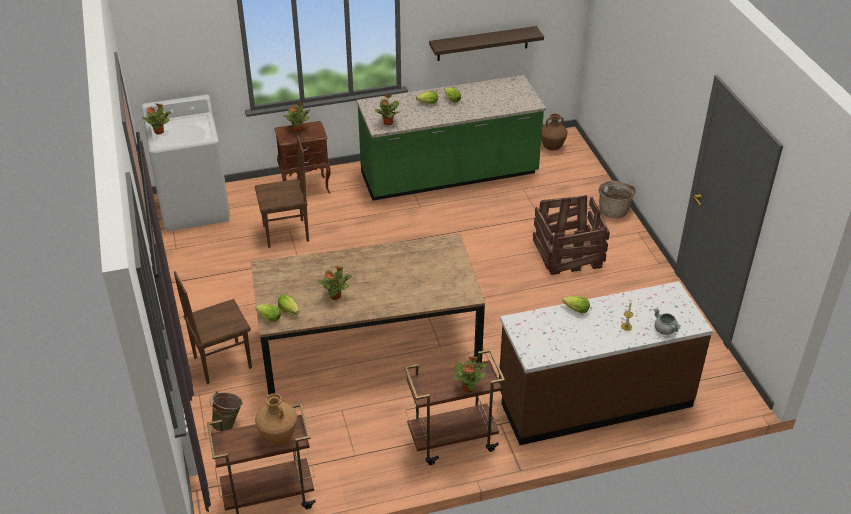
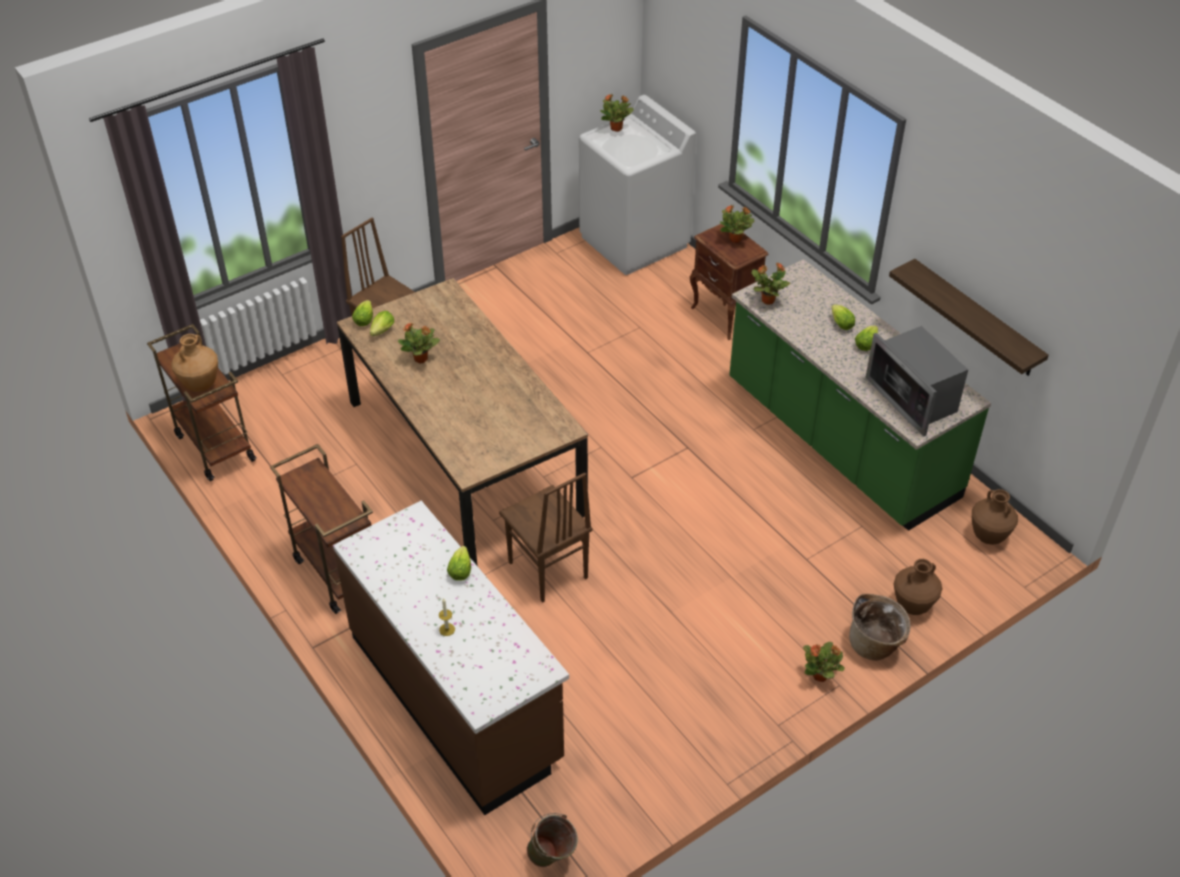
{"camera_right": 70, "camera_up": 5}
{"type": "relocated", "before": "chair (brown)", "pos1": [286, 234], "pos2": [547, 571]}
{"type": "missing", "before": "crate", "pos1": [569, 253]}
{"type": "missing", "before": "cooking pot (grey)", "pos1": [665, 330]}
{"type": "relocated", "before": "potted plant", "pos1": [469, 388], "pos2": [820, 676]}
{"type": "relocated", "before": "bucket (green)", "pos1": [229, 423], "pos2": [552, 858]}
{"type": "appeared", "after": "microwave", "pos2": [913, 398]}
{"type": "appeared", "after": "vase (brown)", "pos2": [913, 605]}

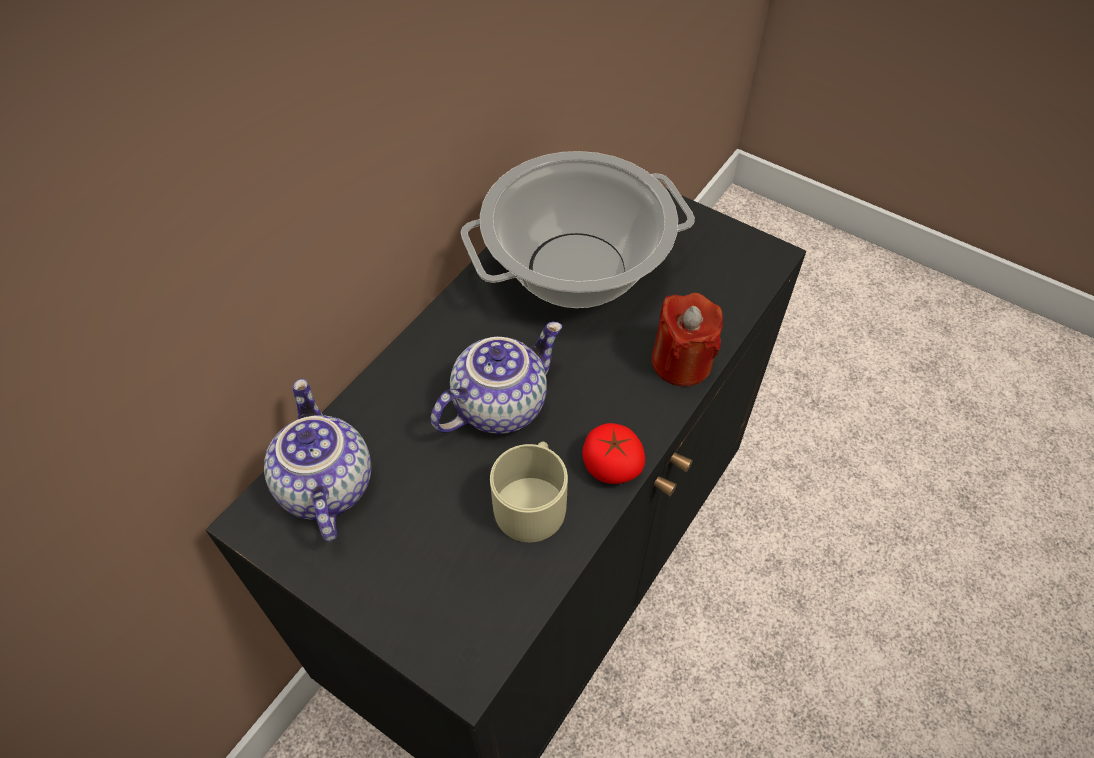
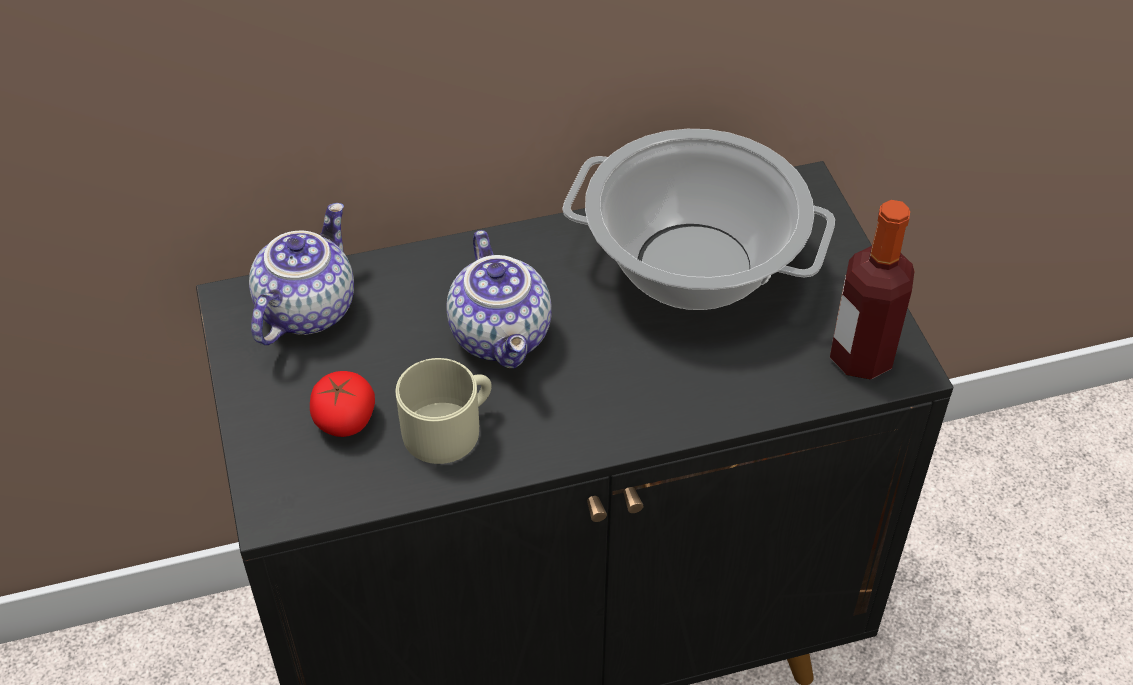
{"camera_right": 40, "camera_up": -5}
{"type": "missing", "before": "candle (red)", "pos1": [681, 362]}
{"type": "spun", "before": "teapot", "pos1": [499, 404], "pos2": [503, 336], "turn": 75}
{"type": "relocated", "before": "tomato", "pos1": [611, 465], "pos2": [344, 419]}
{"type": "appeared", "after": "bottle", "pos2": [861, 357]}

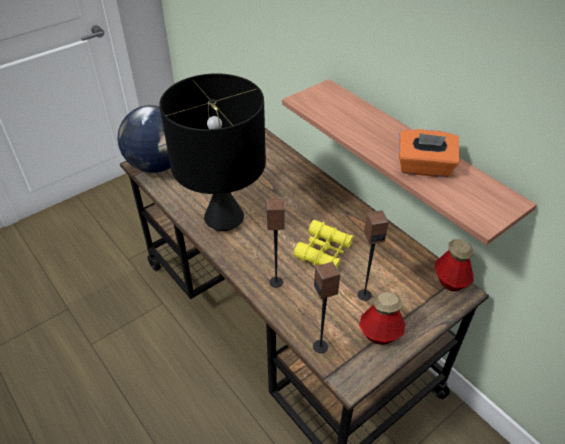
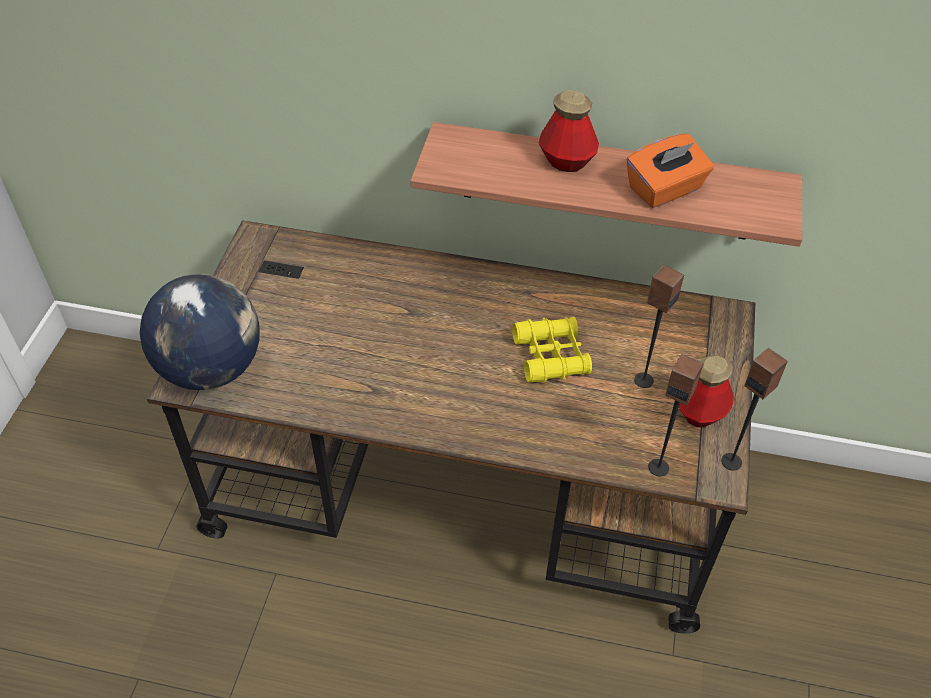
{"camera_right": -40, "camera_up": 5}
{"type": "missing", "before": "table lamp (black)", "pos1": [224, 220]}
{"type": "relocated", "before": "speaker", "pos1": [276, 282], "pos2": [731, 461]}
{"type": "relocated", "before": "bottle", "pos1": [450, 281], "pos2": [566, 161]}

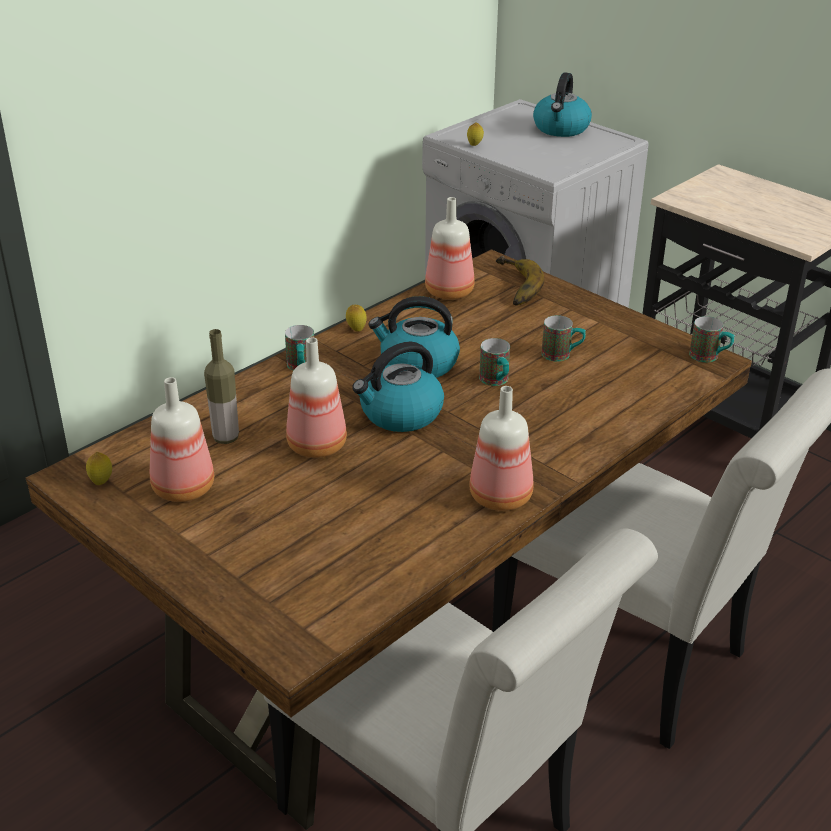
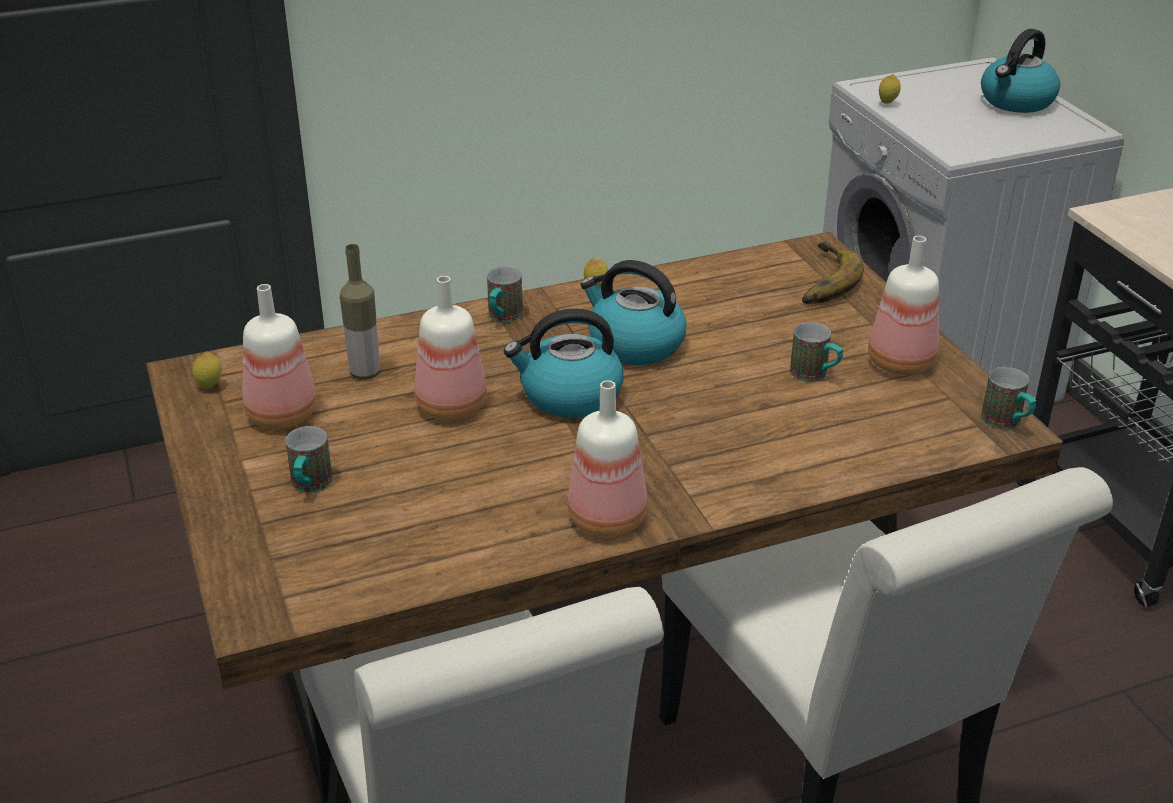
{"camera_right": 25, "camera_up": 0}
{"type": "relocated", "before": "bottle", "pos1": [450, 292], "pos2": [902, 364]}
{"type": "relocated", "before": "mug", "pos1": [496, 381], "pos2": [309, 486]}

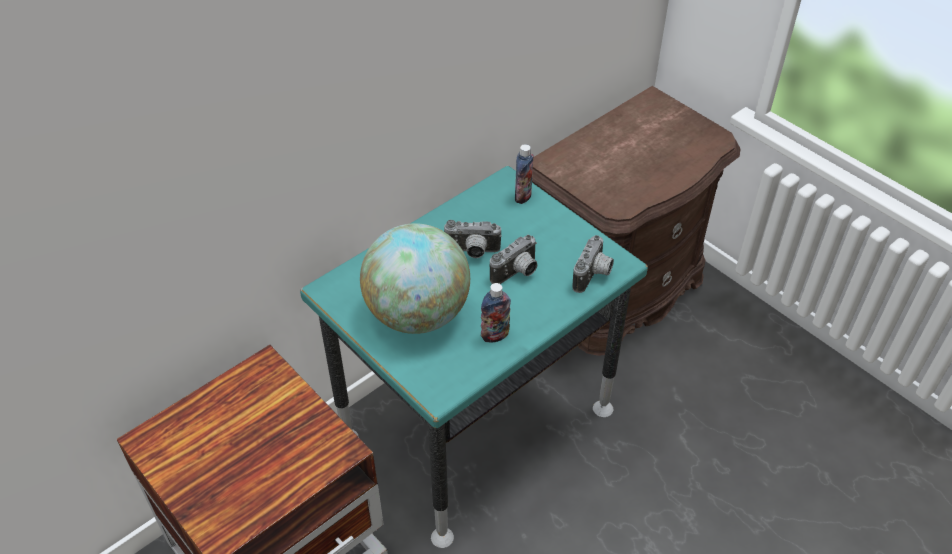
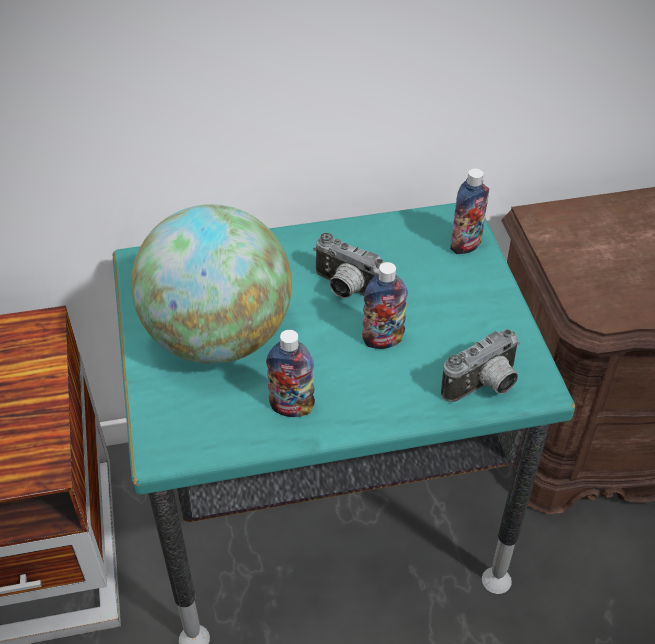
{"camera_right": 30, "camera_up": 0}
{"type": "exchanged", "before": "photo camera", "after": "bottle", "pos1": [517, 273], "pos2": [382, 340]}

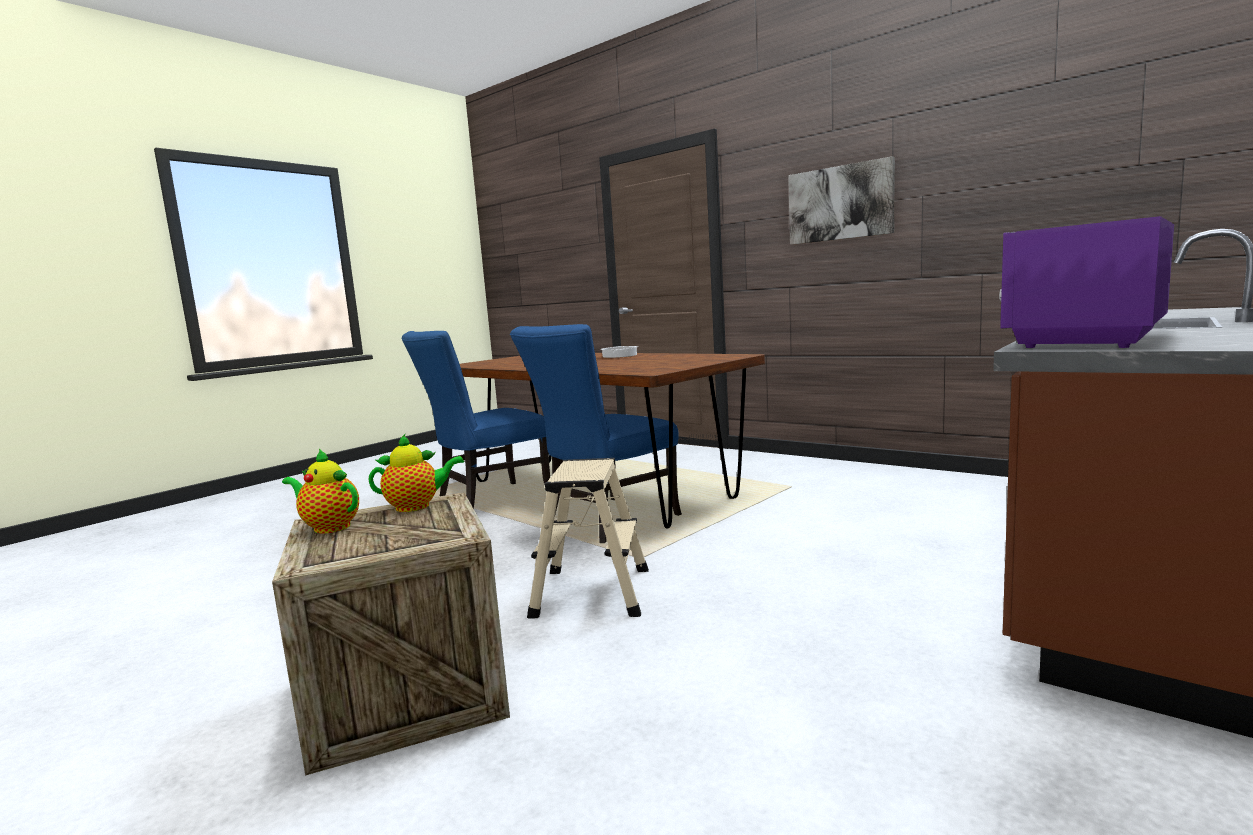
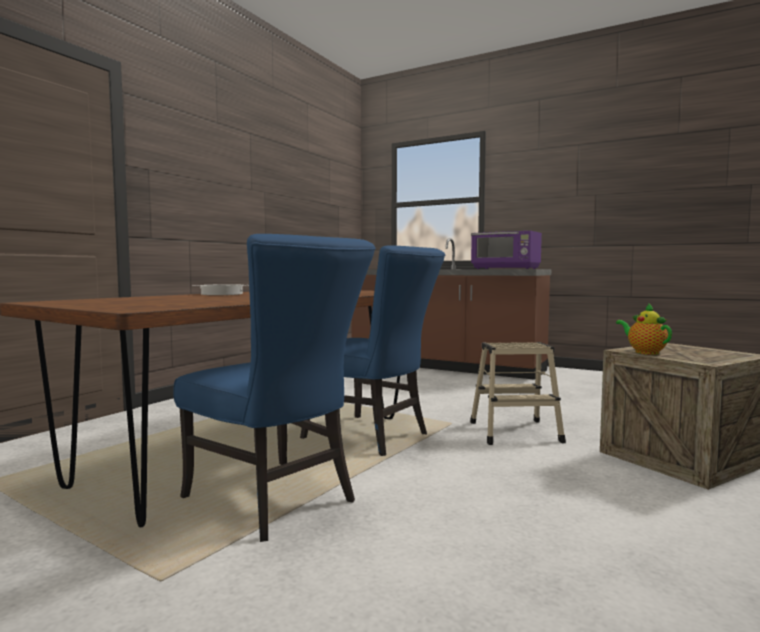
{"camera_right": -100, "camera_up": -5}
{"type": "missing", "before": "picture", "pos1": [840, 203]}
{"type": "missing", "before": "teapot", "pos1": [329, 527]}

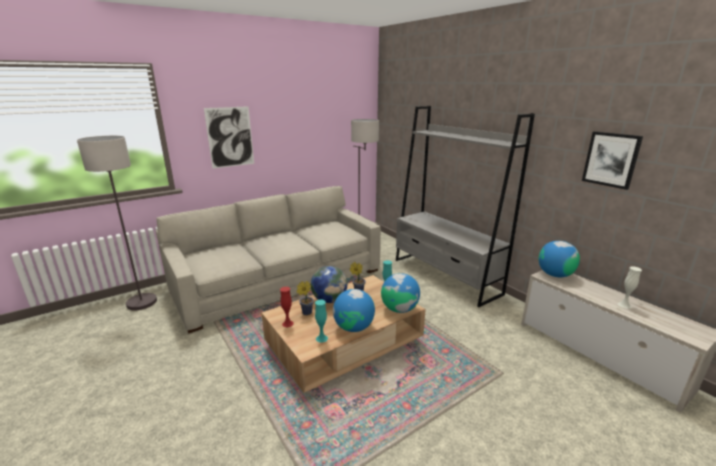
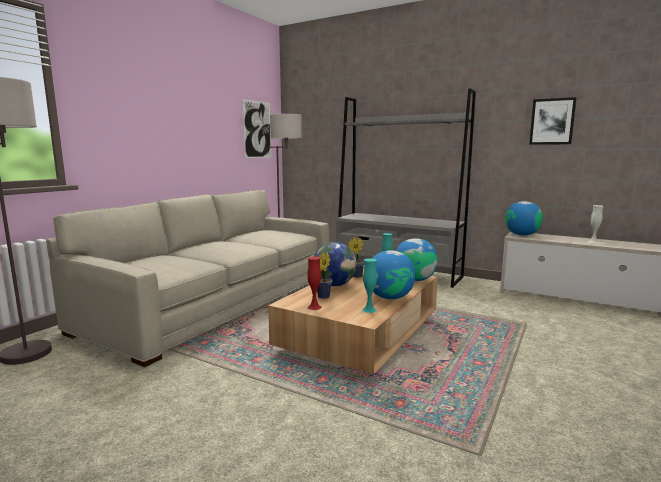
{"camera_right": -25, "camera_up": -10}
{"type": "relocated", "before": "picture", "pos1": [230, 137], "pos2": [257, 129]}

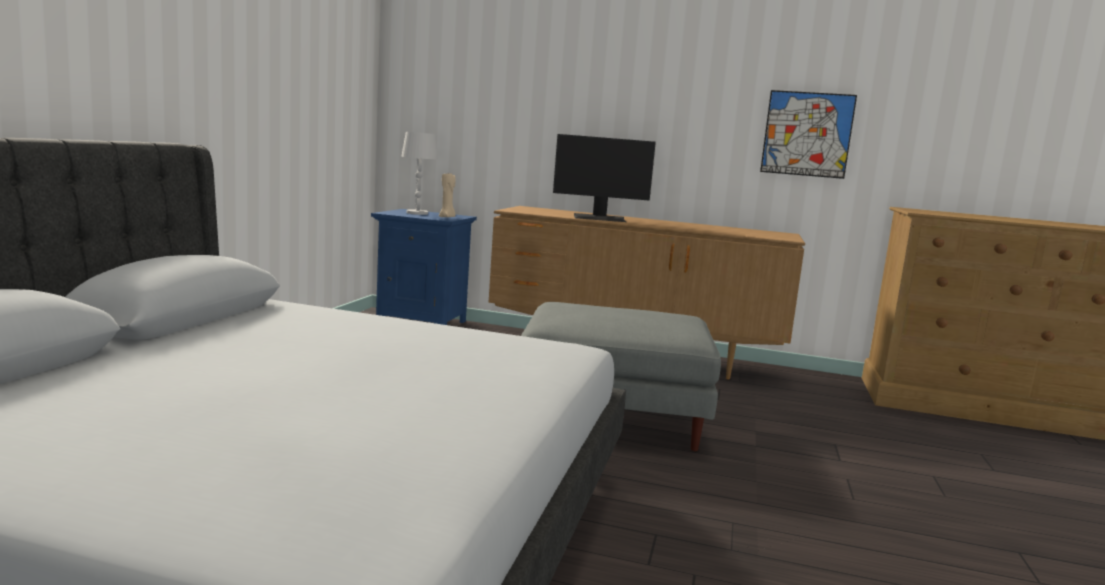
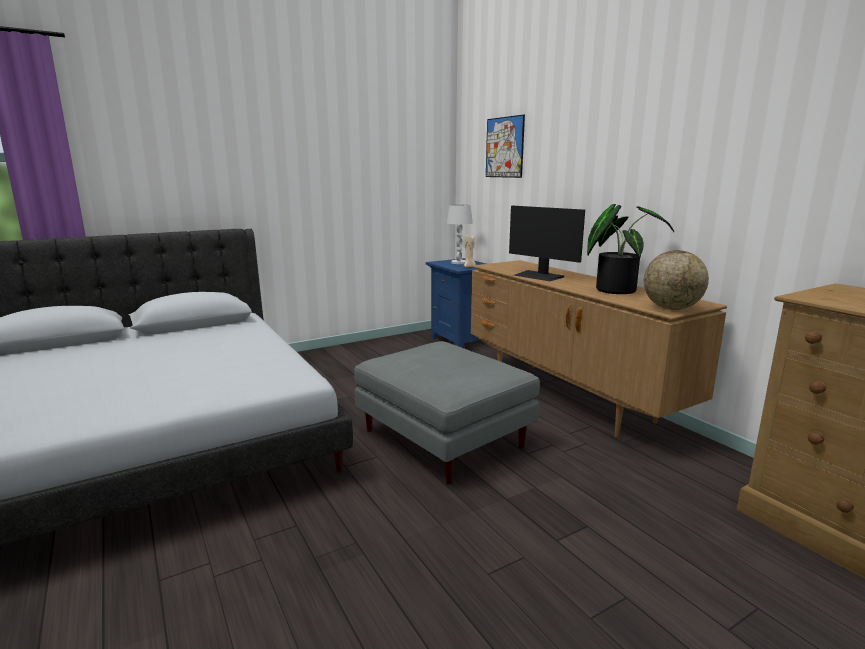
{"camera_right": 45, "camera_up": 5}
{"type": "relocated", "before": "picture", "pos1": [807, 134], "pos2": [504, 147]}
{"type": "appeared", "after": "potted plant", "pos2": [616, 289]}
{"type": "appeared", "after": "globe", "pos2": [671, 308]}

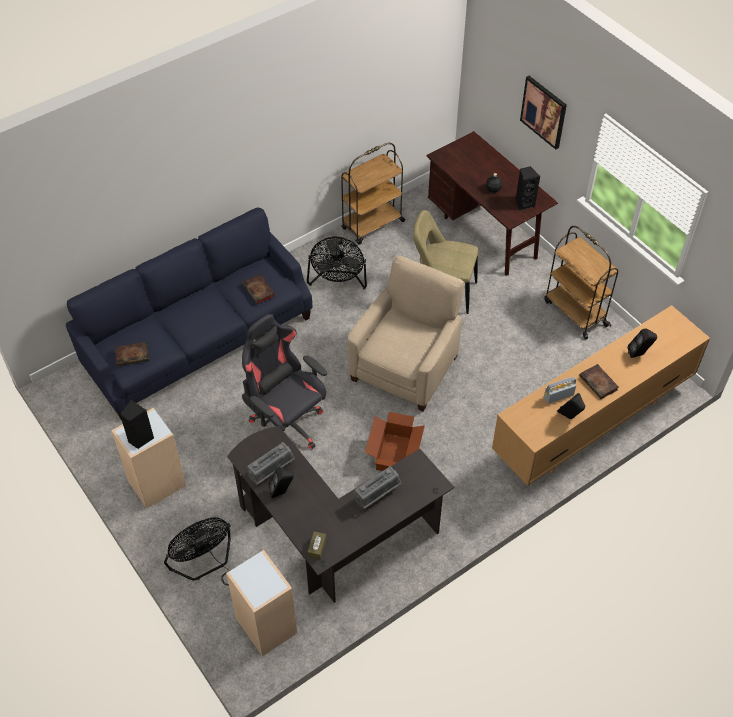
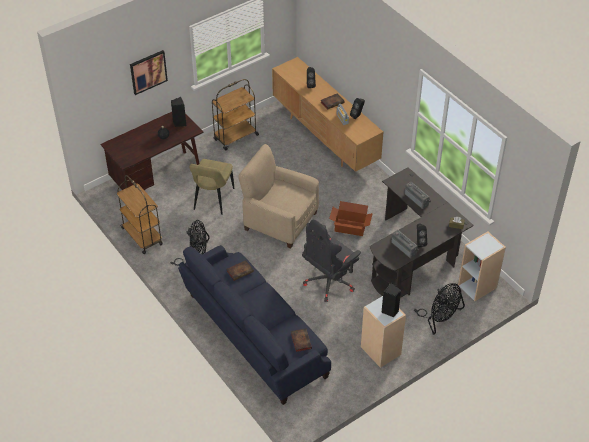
{"camera_right": -90, "camera_up": -5}
{"type": "spun", "before": "fan (black)", "pos1": [208, 563], "pos2": [439, 317], "turn": -105}

